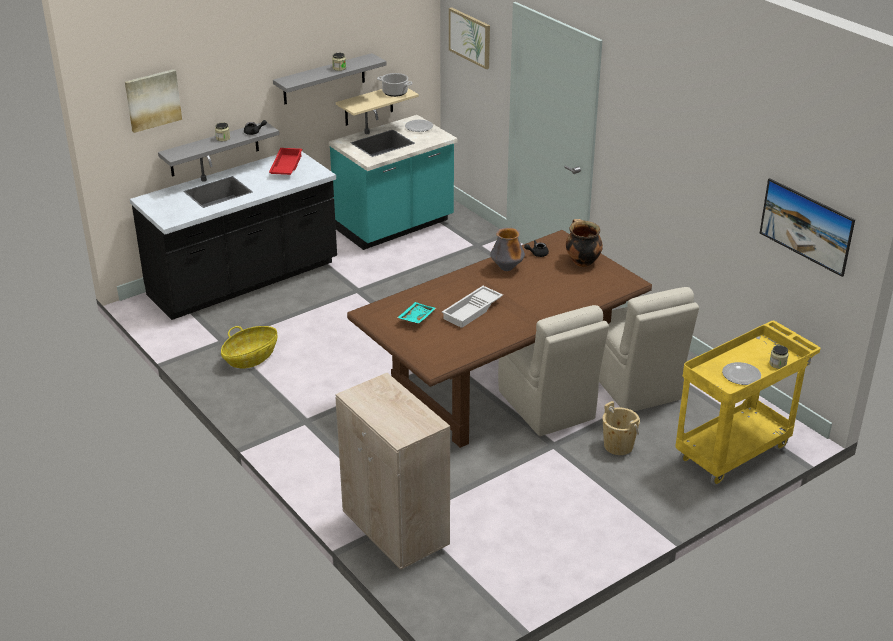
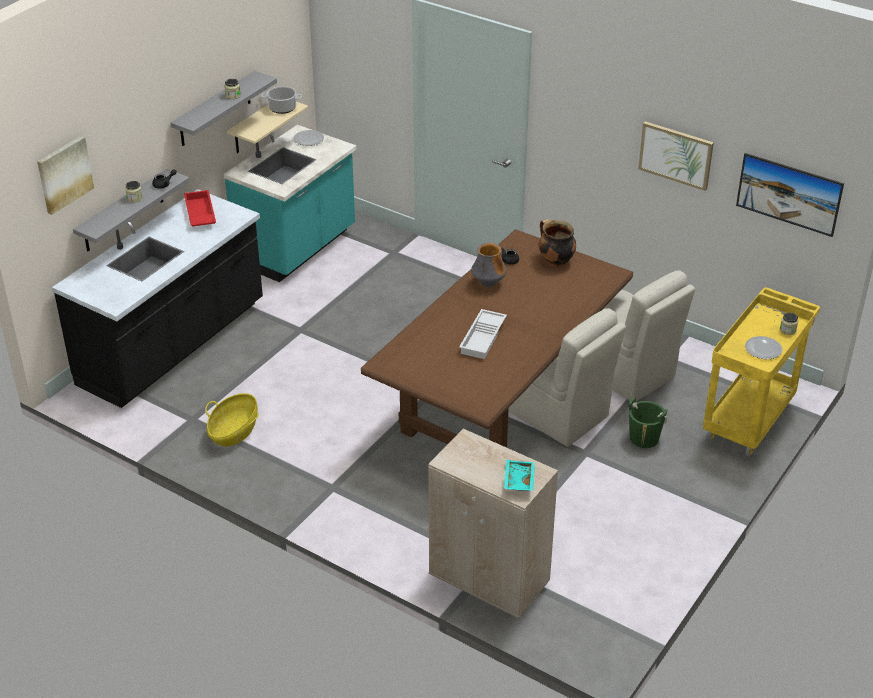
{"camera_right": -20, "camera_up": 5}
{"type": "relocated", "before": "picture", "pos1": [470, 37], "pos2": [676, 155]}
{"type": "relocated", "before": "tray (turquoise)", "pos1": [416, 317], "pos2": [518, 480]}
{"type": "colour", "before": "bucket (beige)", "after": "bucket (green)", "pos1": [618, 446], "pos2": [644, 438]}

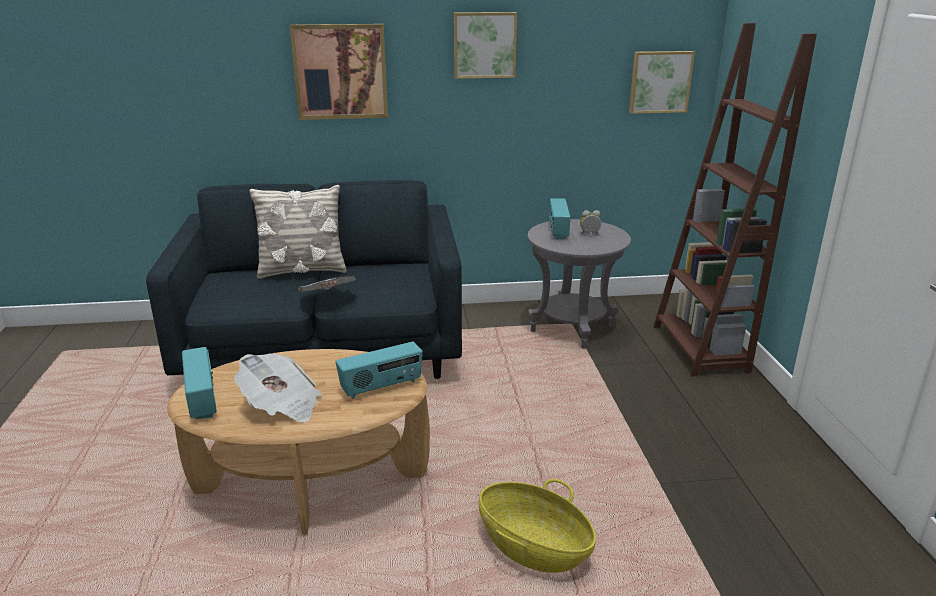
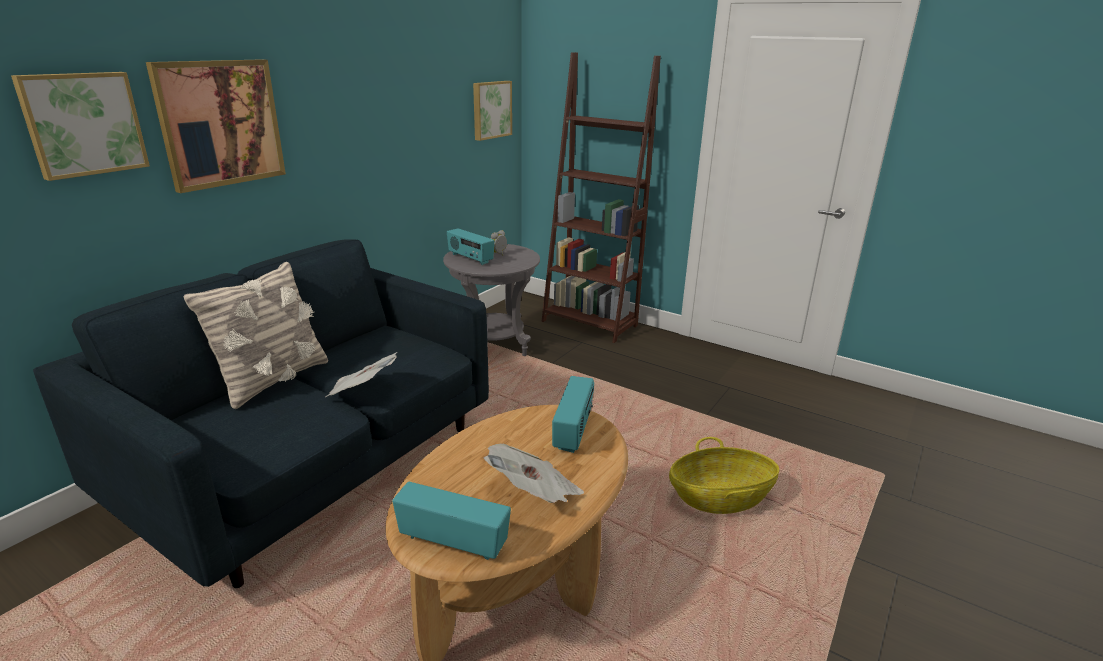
{"camera_right": -50, "camera_up": 0}
{"type": "relocated", "before": "picture", "pos1": [484, 45], "pos2": [83, 124]}

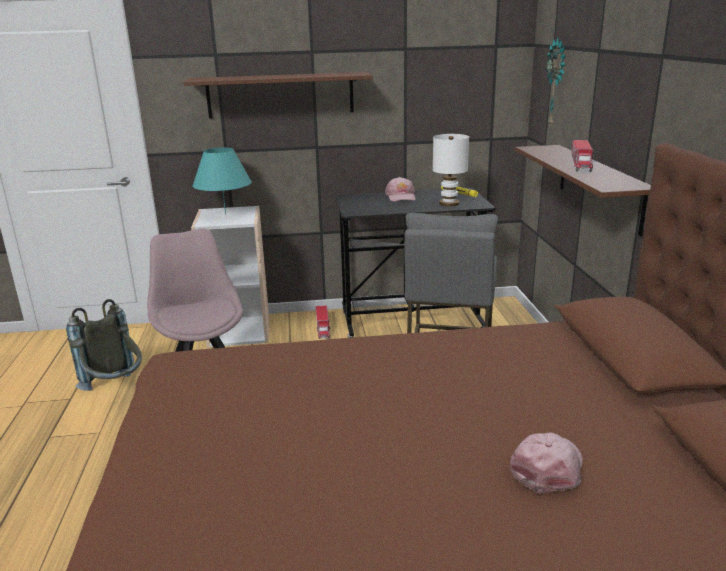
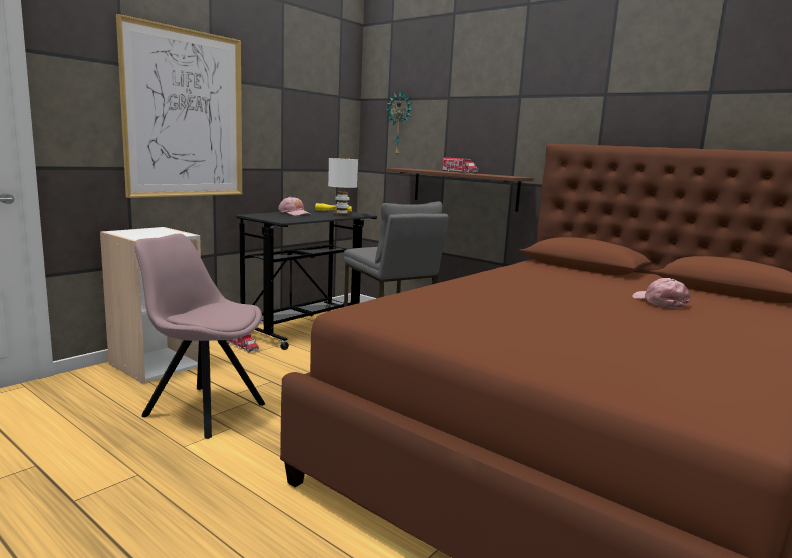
{"camera_right": -45, "camera_up": -10}
{"type": "exchanged", "before": "shelf (brown)", "after": "picture", "pos1": [280, 95], "pos2": [185, 114]}
{"type": "missing", "before": "table lamp (turquoise)", "pos1": [225, 214]}
{"type": "missing", "before": "backpack (grey)", "pos1": [116, 389]}

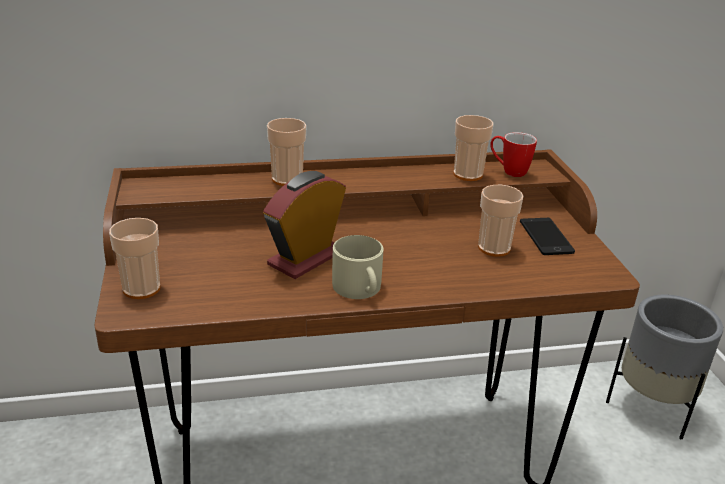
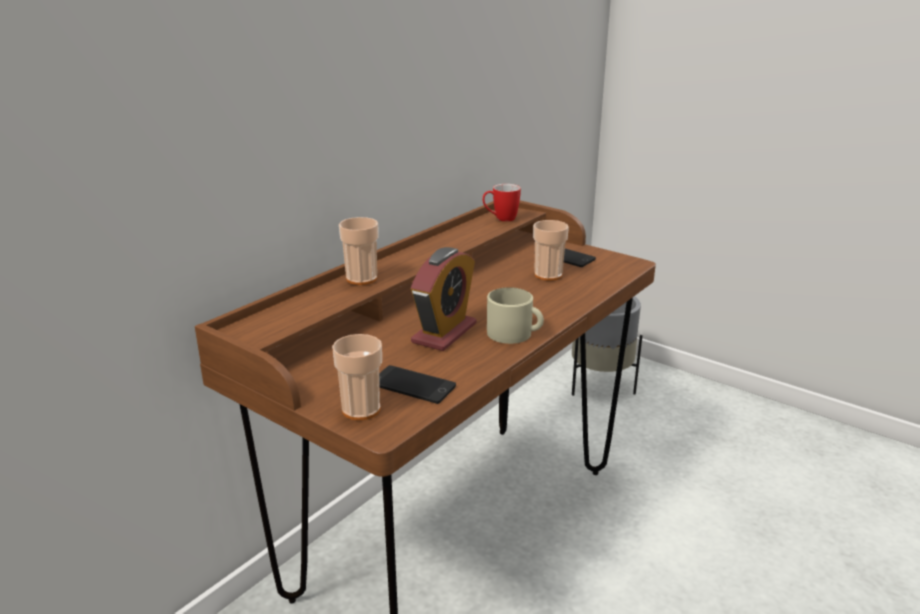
{"camera_right": -40, "camera_up": -5}
{"type": "missing", "before": "cup", "pos1": [468, 174]}
{"type": "spun", "before": "alarm clock", "pos1": [306, 258], "pos2": [444, 333], "turn": -150}
{"type": "appeared", "after": "phone", "pos2": [412, 385]}

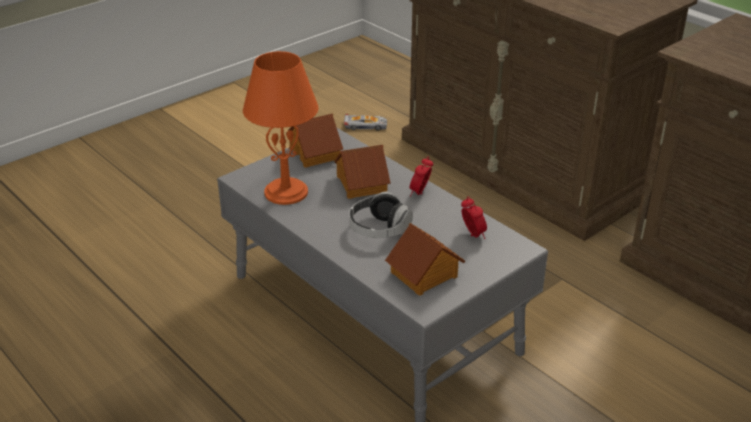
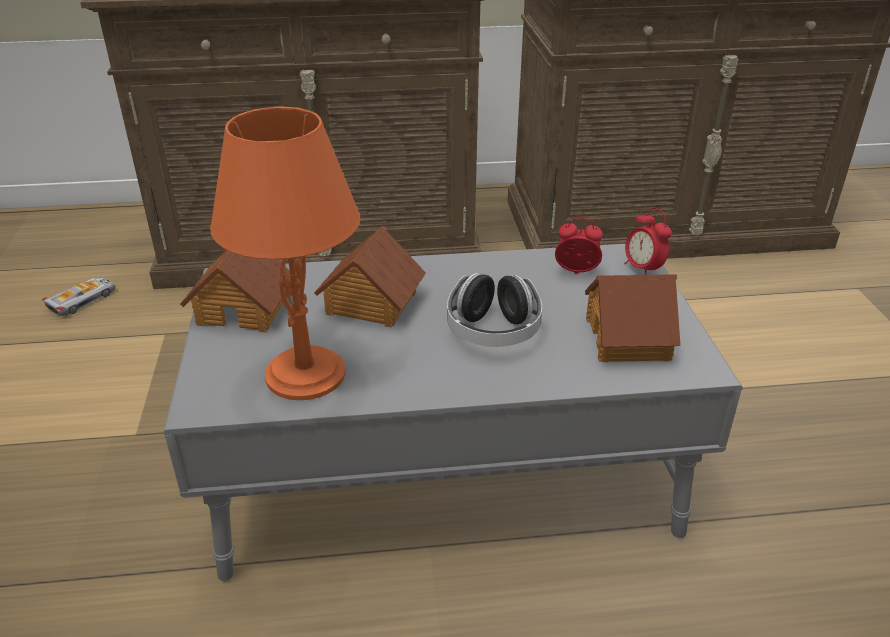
{"camera_right": -55, "camera_up": 0}
{"type": "relocated", "before": "alarm clock", "pos1": [420, 193], "pos2": [643, 269]}

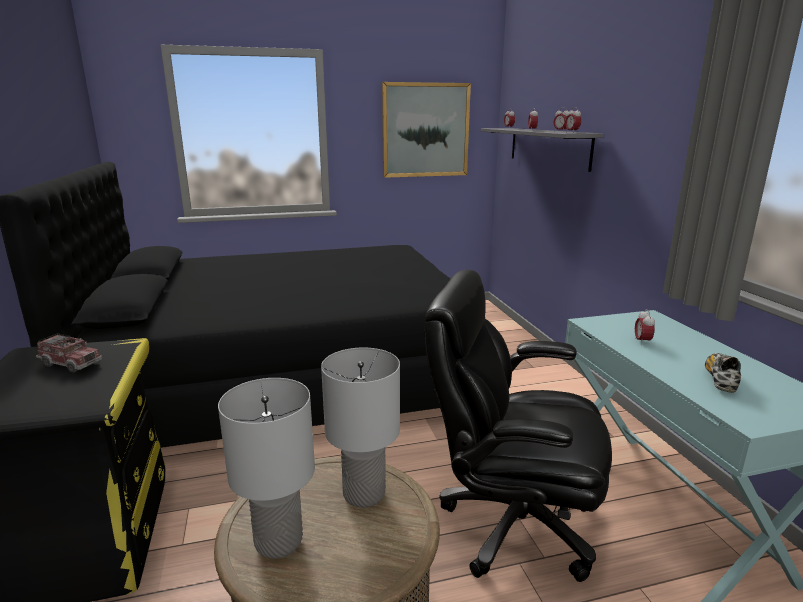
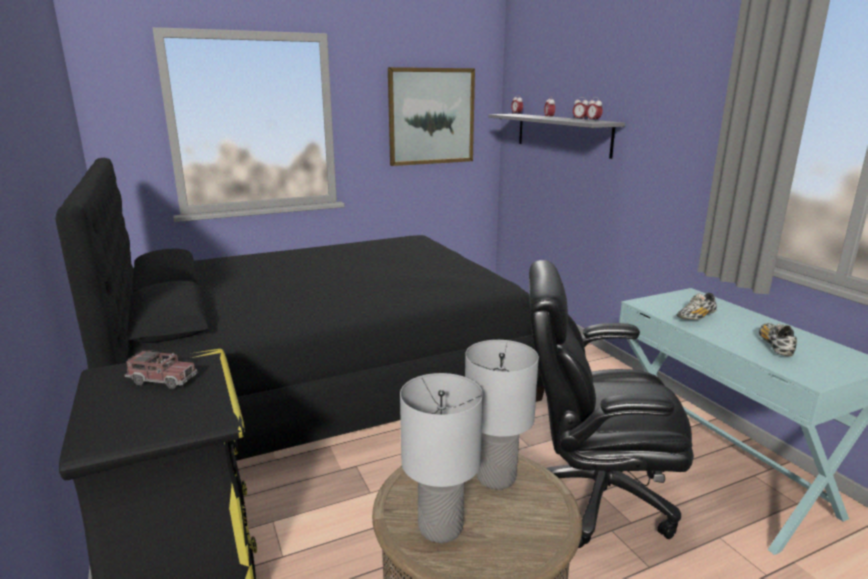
{"camera_right": -10, "camera_up": 0}
{"type": "exchanged", "before": "alarm clock", "after": "shoe", "pos1": [642, 341], "pos2": [696, 317]}

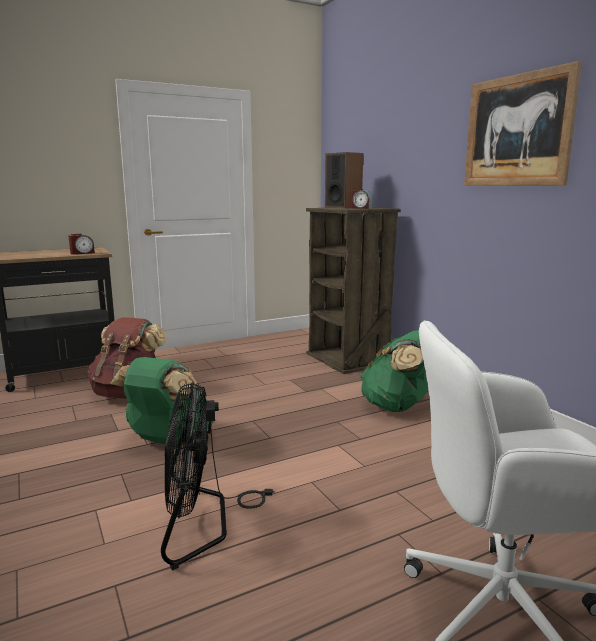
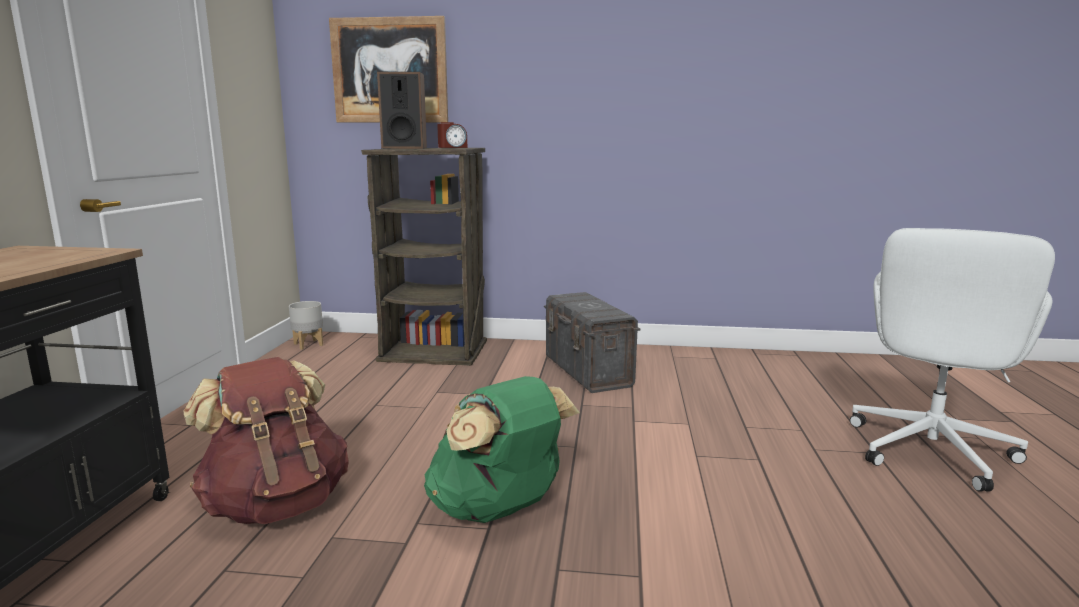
{"camera_right": -55, "camera_up": 0}
{"type": "relocated", "before": "picture", "pos1": [517, 131], "pos2": [389, 71]}
{"type": "missing", "before": "alarm clock", "pos1": [82, 253]}
{"type": "exchanged", "before": "backpack (green)", "after": "storage box (grey)", "pos1": [398, 407], "pos2": [587, 371]}
{"type": "missing", "before": "fan (black)", "pos1": [204, 517]}
{"type": "appeared", "after": "planter (grey)", "pos2": [309, 344]}

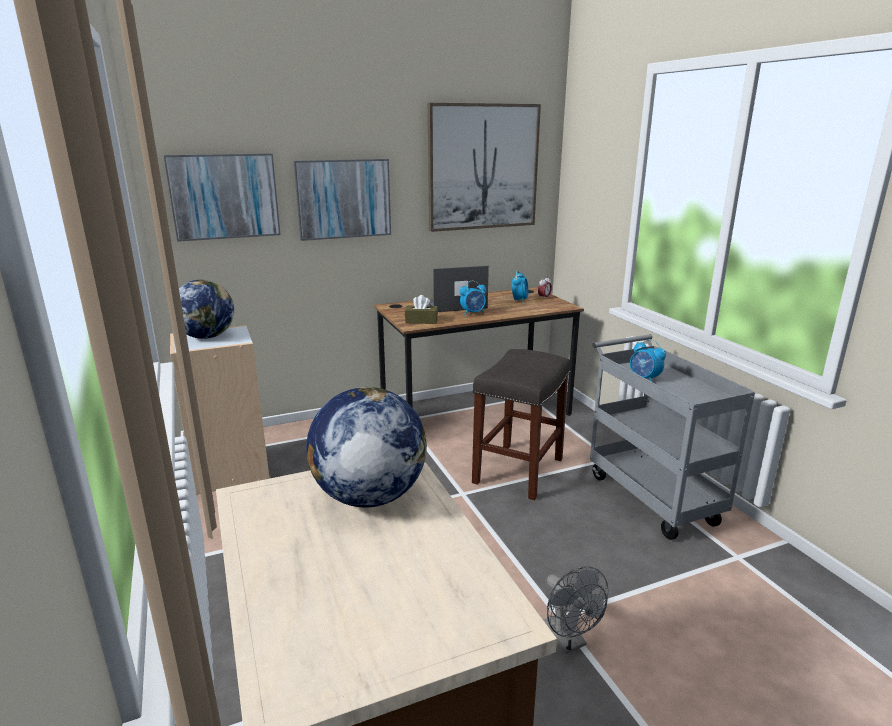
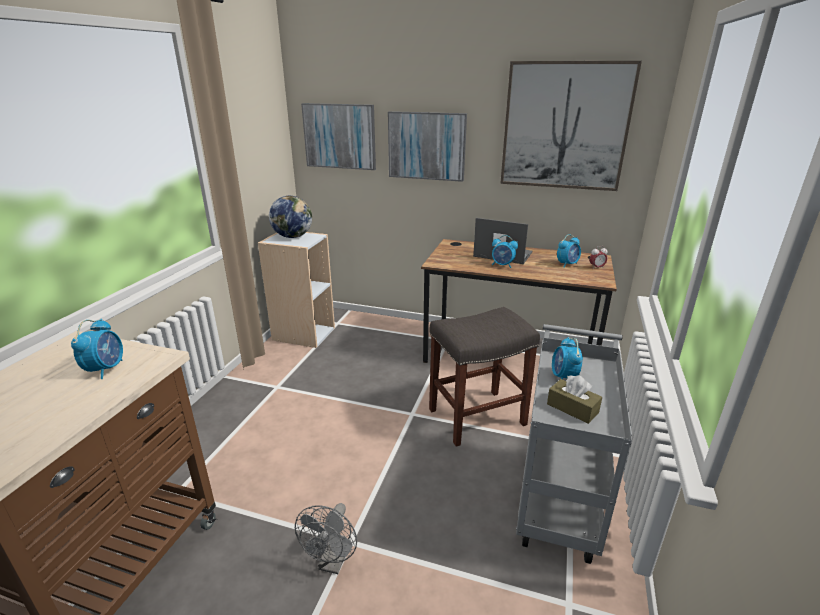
{"camera_right": 40, "camera_up": 5}
{"type": "relocated", "before": "tissue box (brown)", "pos1": [421, 321], "pos2": [572, 408]}
{"type": "exchanged", "before": "globe", "after": "alarm clock", "pos1": [368, 496], "pos2": [106, 369]}

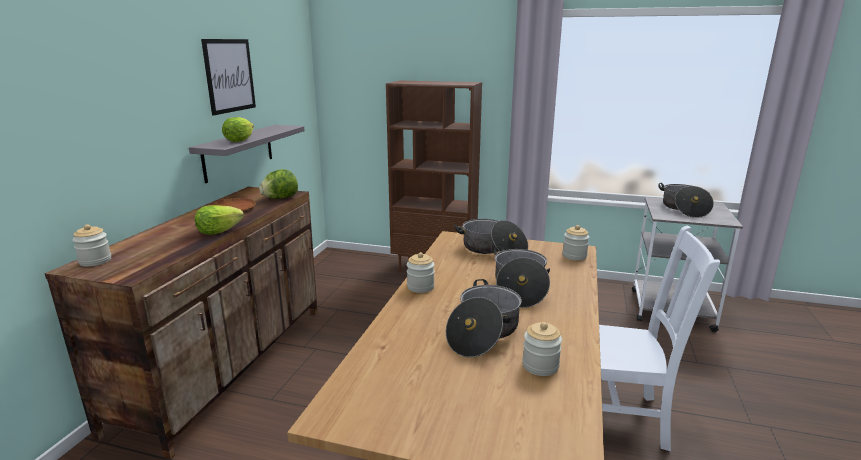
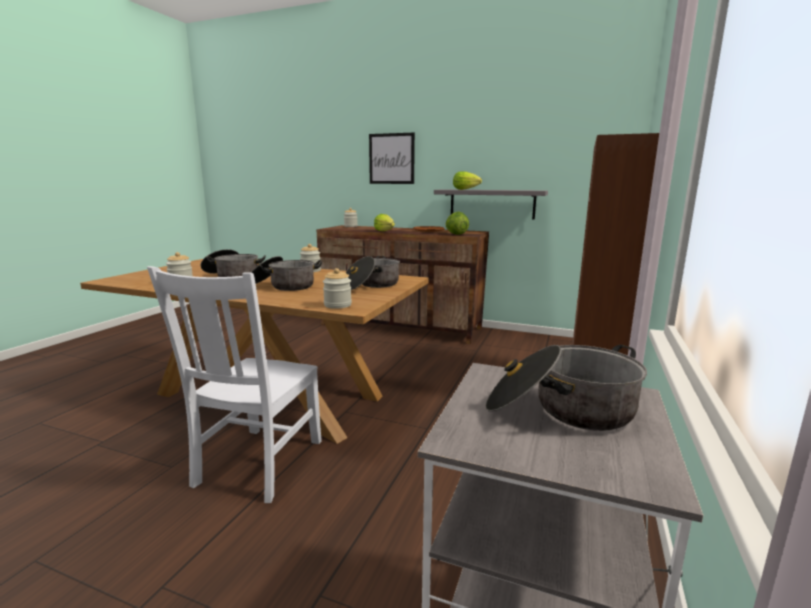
{"camera_right": 95, "camera_up": -5}
{"type": "relocated", "before": "picture", "pos1": [229, 75], "pos2": [391, 159]}

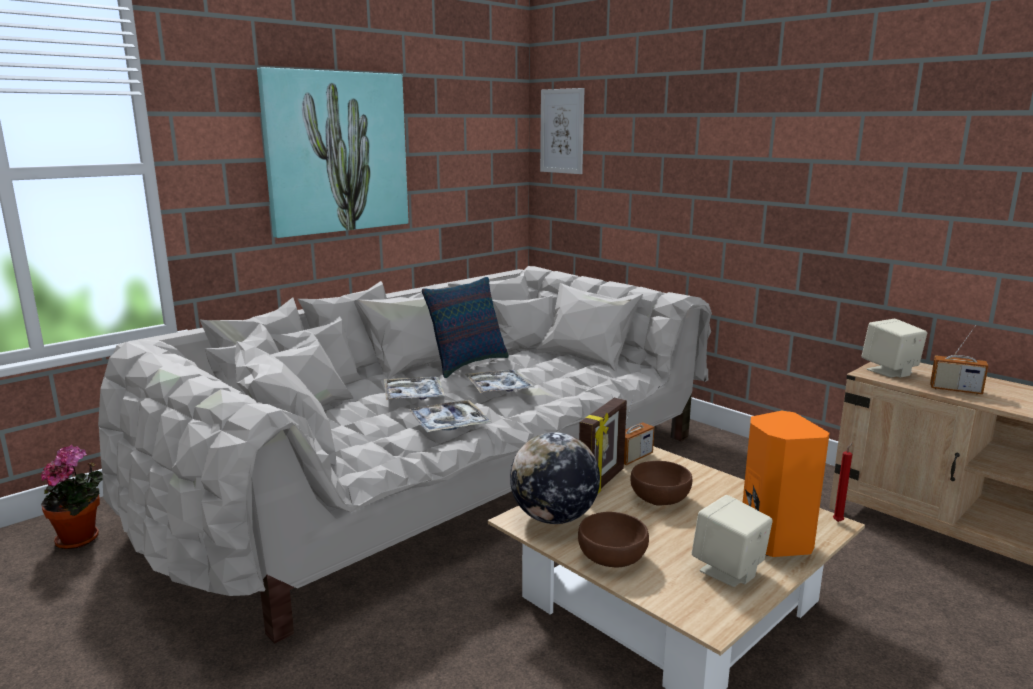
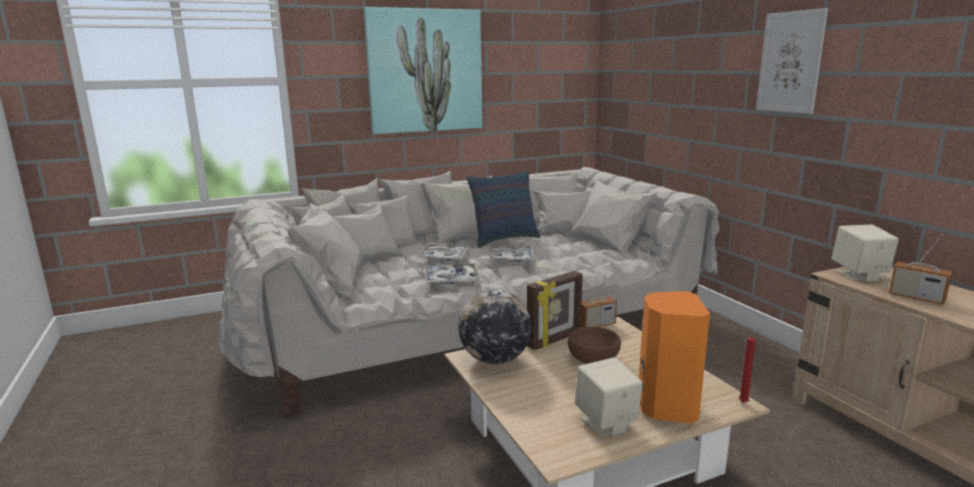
{"camera_right": 20, "camera_up": 0}
{"type": "relocated", "before": "picture", "pos1": [562, 131], "pos2": [790, 62]}
{"type": "missing", "before": "potted plant", "pos1": [82, 538]}
{"type": "missing", "before": "bowl (brown)", "pos1": [611, 556]}

